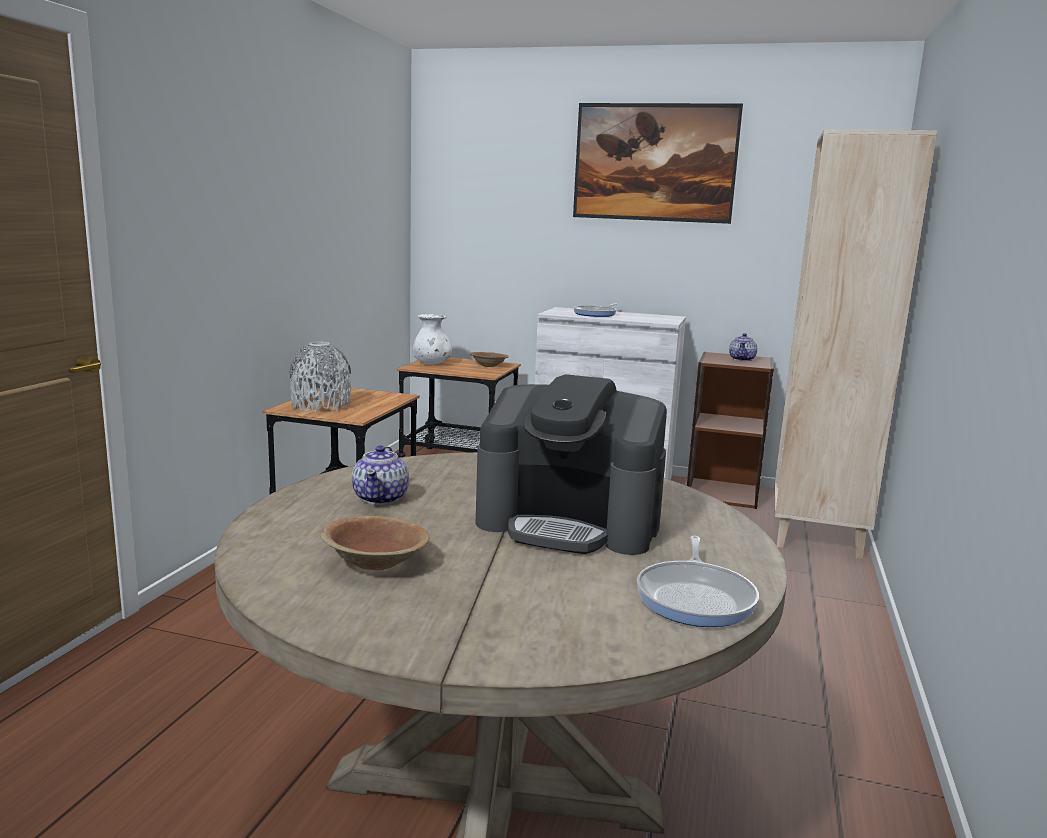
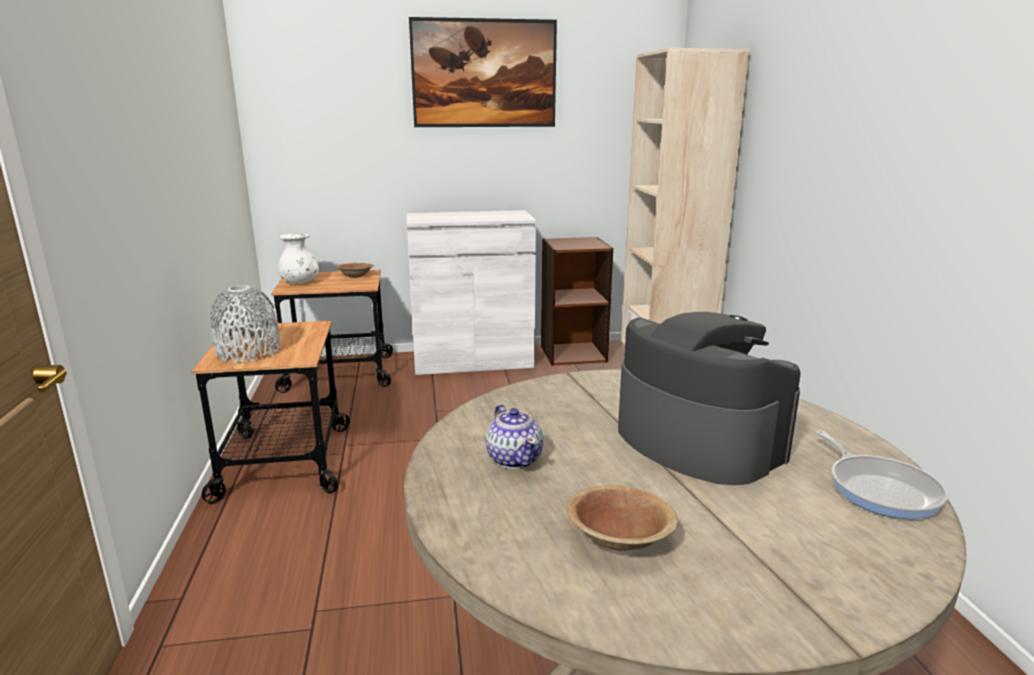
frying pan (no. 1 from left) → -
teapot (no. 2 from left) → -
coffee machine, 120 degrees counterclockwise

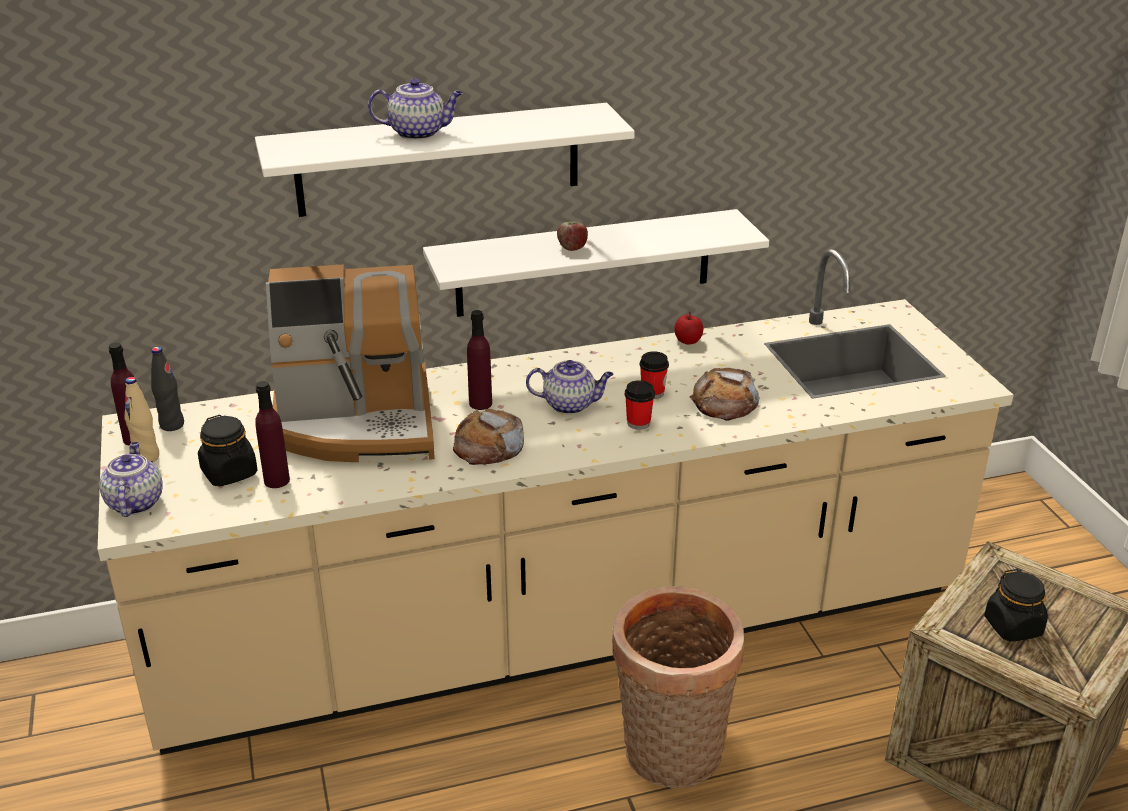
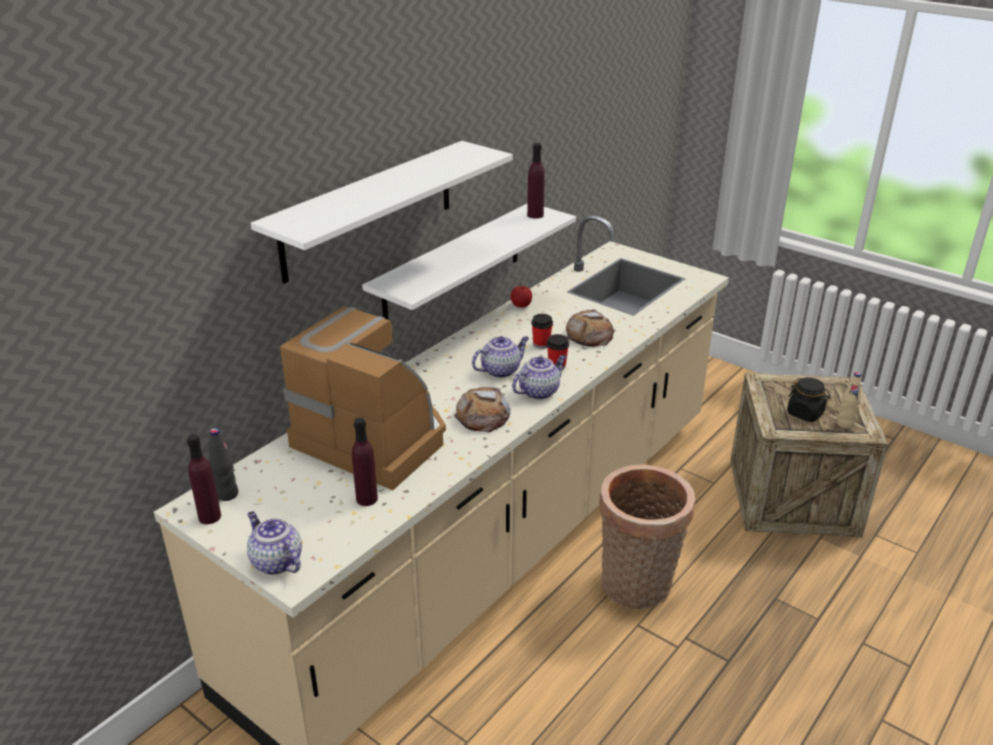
jar (black) (no. 1 from left) → -
apple (no. 1 from left) → -
bottle (beige), shifted
teapot (no. 2 from left in the first image) → teapot (no. 3 from left), shifted
bottle (purple) (no. 3 from left), shifted
coffee machine, 105 degrees counterclockwise

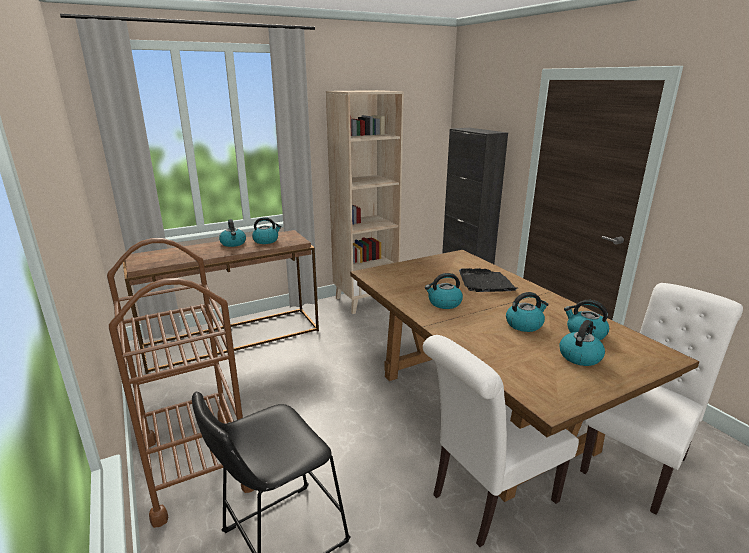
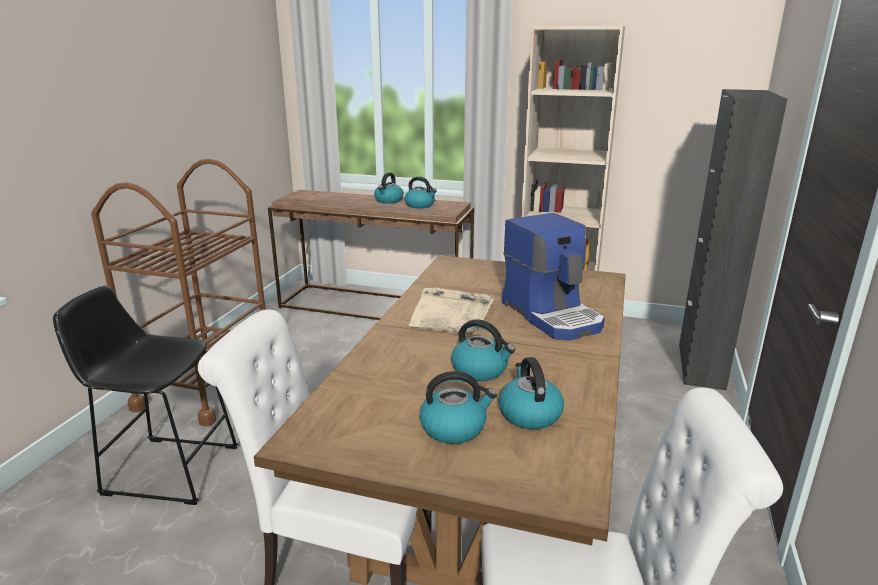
kettle (no. 3 from left) → tray (beige)
tray (black) → coffee machine

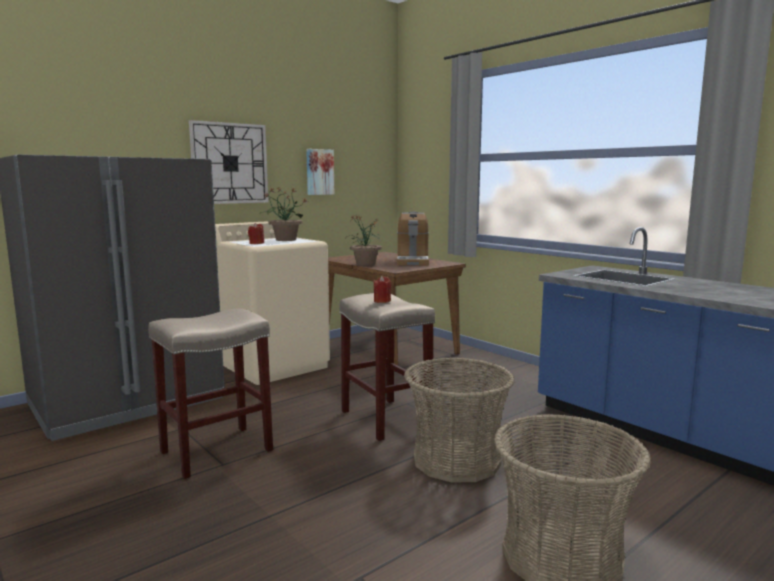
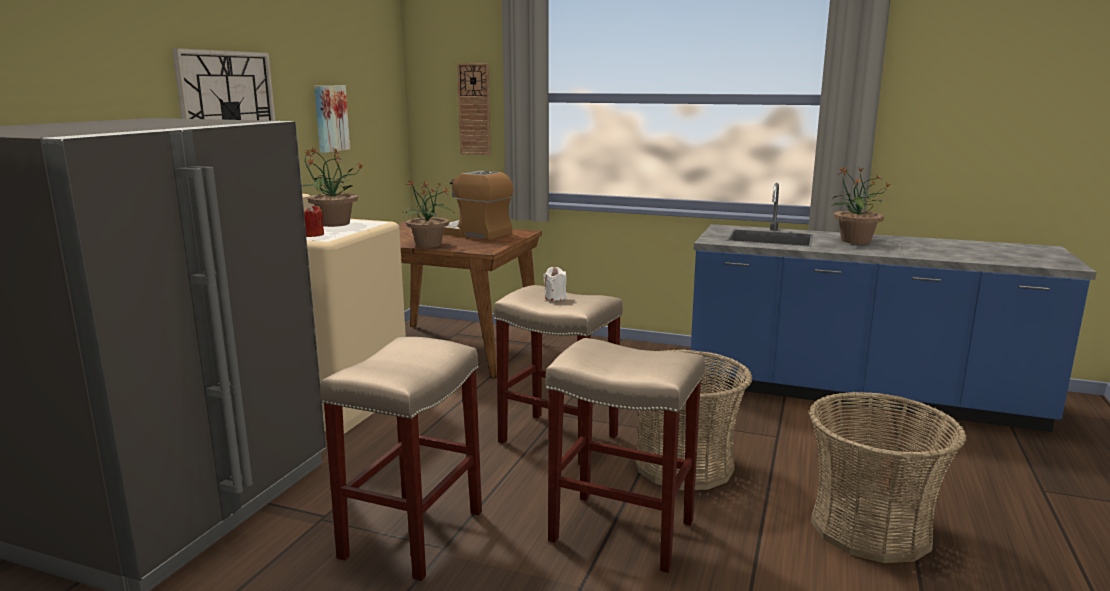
- → wall clock (no. 2 from left)
- → stool (beige) (no. 3 from left)
- → potted plant (no. 3 from left)
candle (red) (no. 2 from left) → candle (white)
coffee machine, 150 degrees clockwise

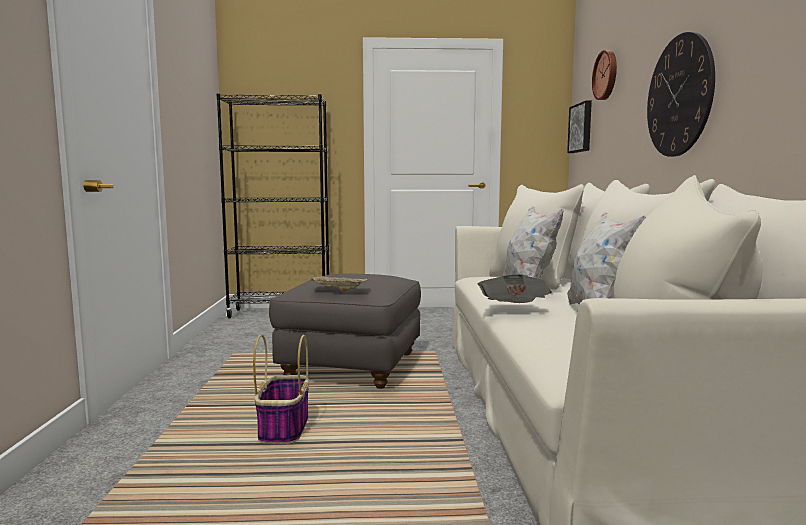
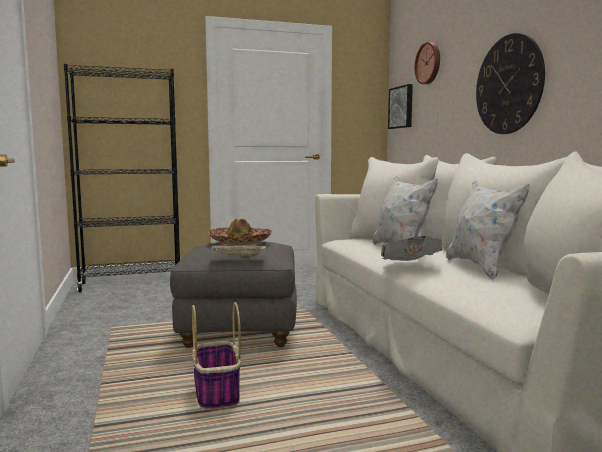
- → hat

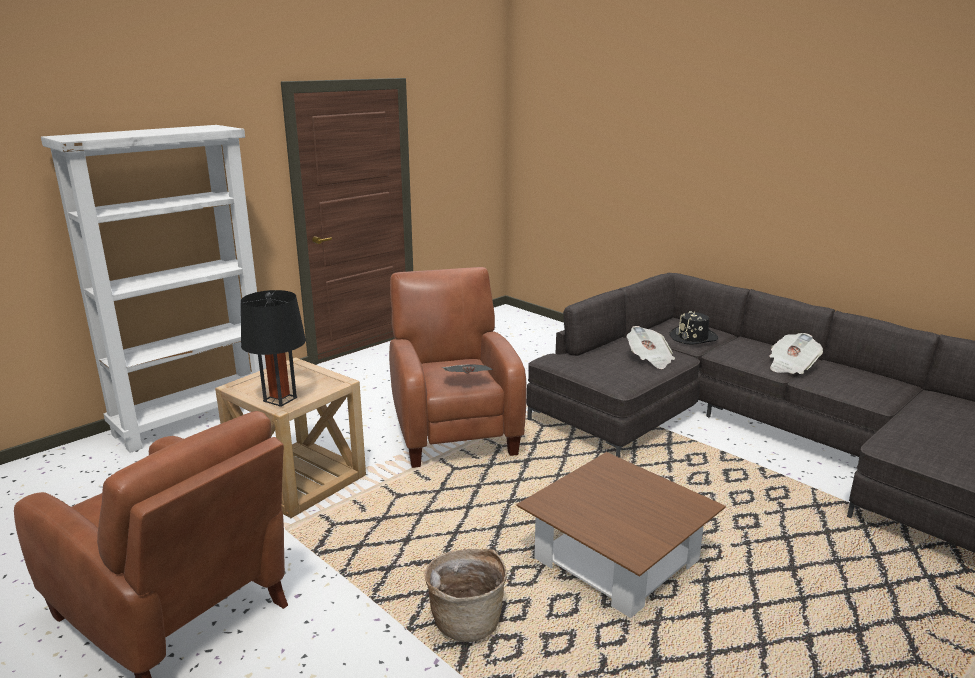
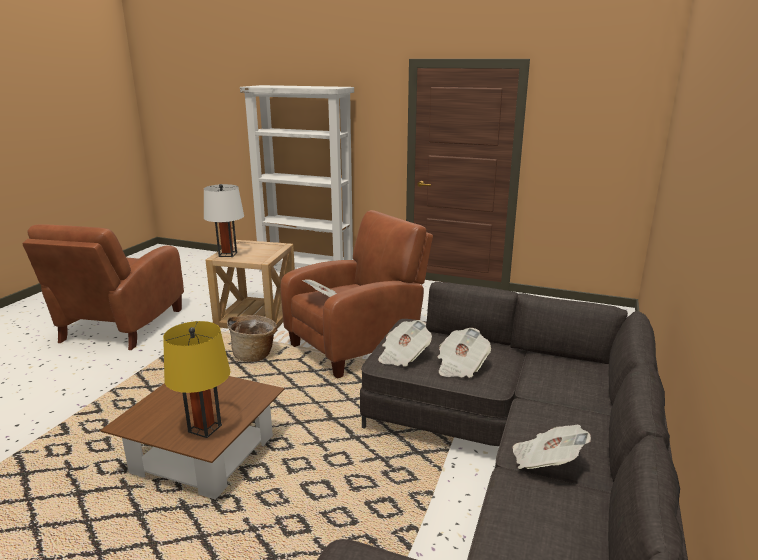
hat (black) → -
- → table lamp (yellow)
- → newspaper (no. 2 from left)
basket, shifted
table lamp (black) → table lamp (white)

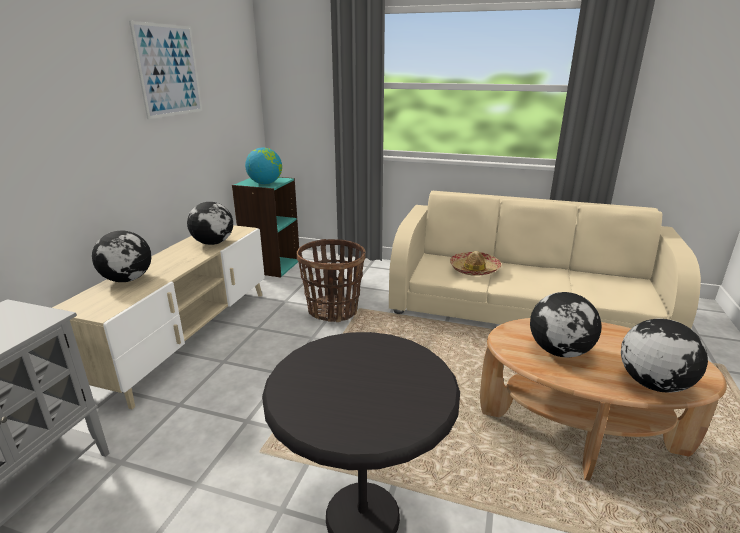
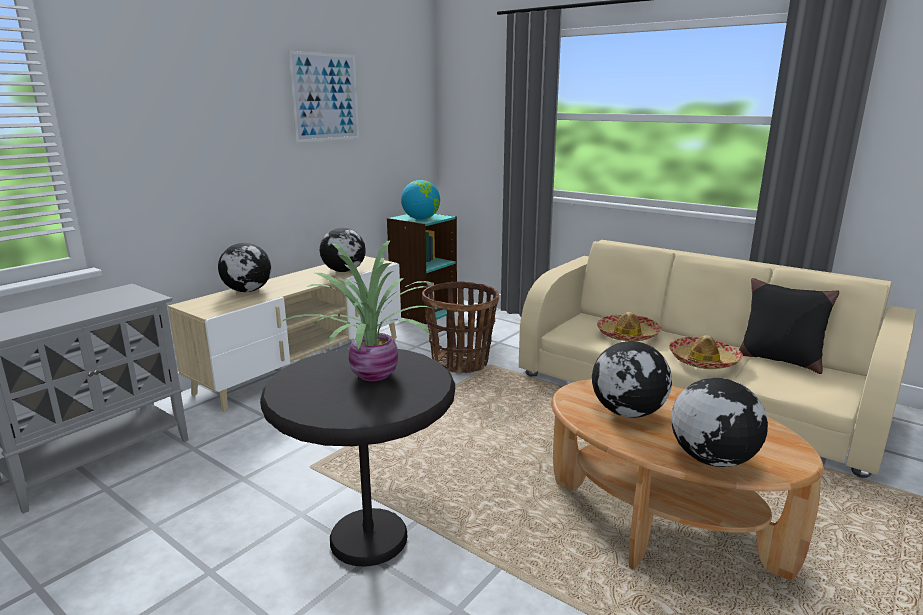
- → potted plant
- → hat (no. 2 from left)
- → pillow (black)

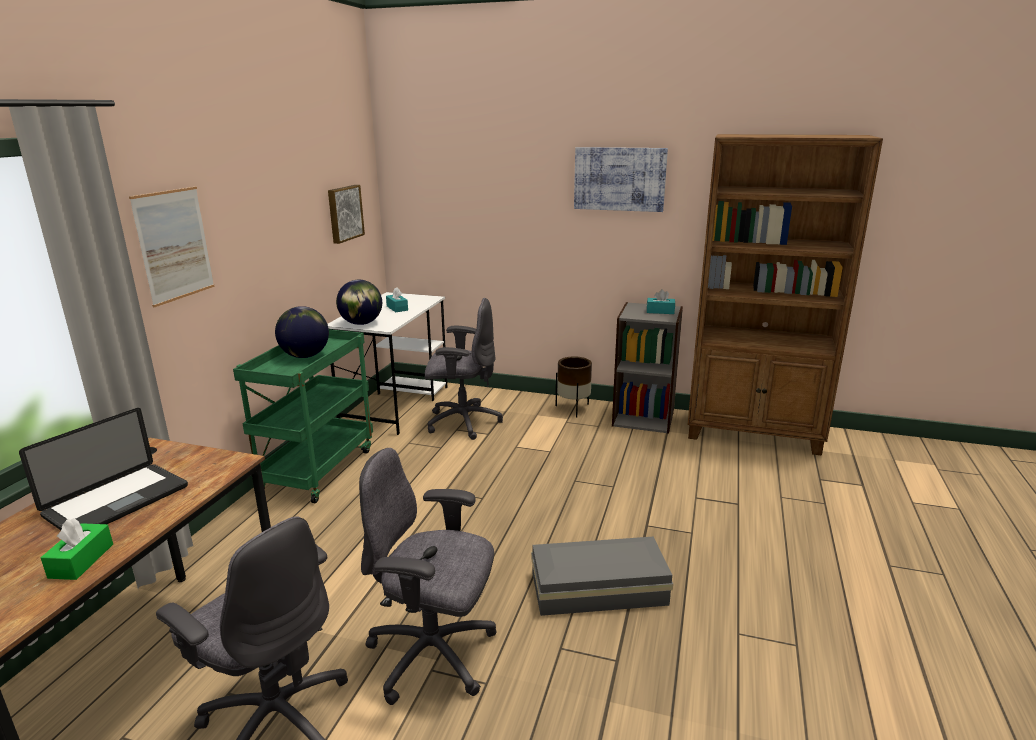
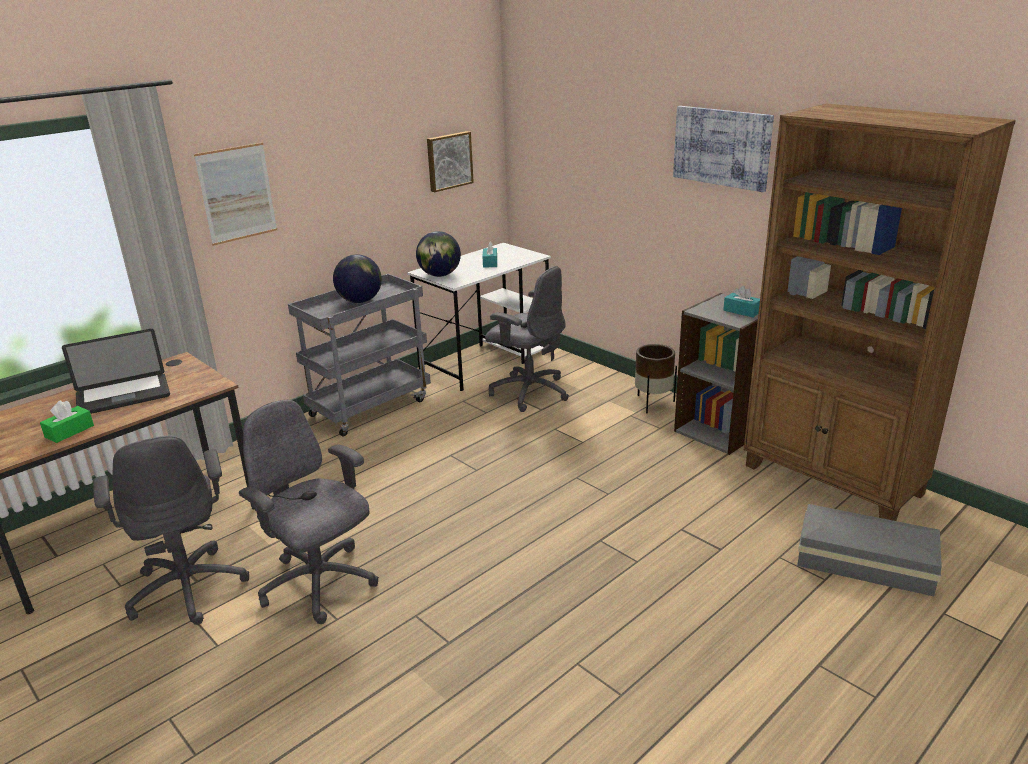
storage box (grey), shifted
cart (green) → cart (grey)

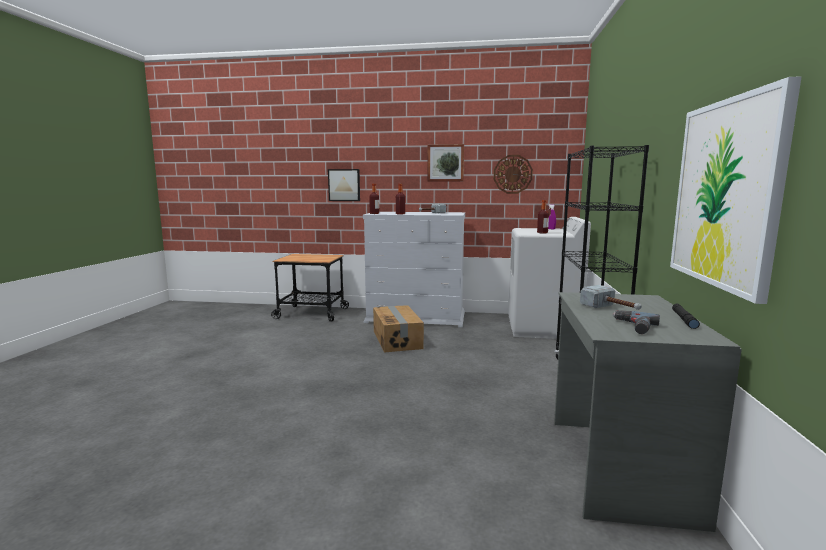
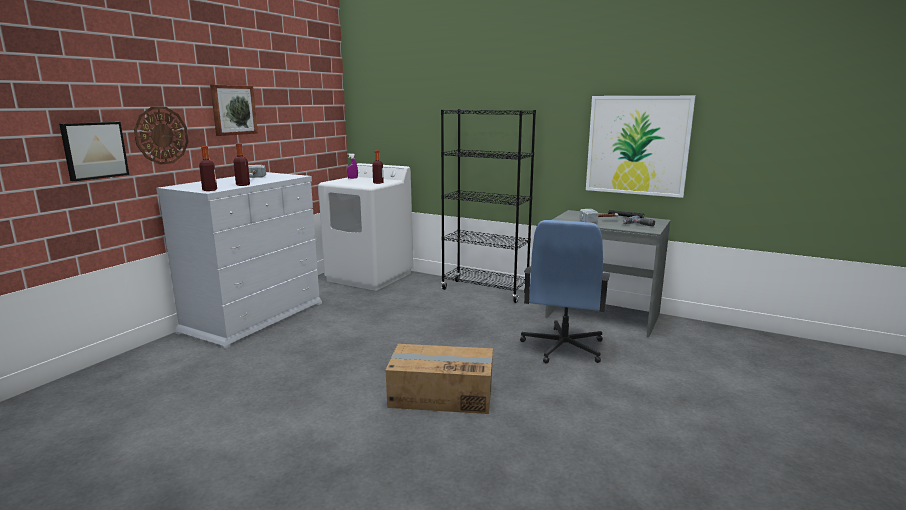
cart → -
- → office chair (blue)
cardboard box, shifted
wall clock, shifted

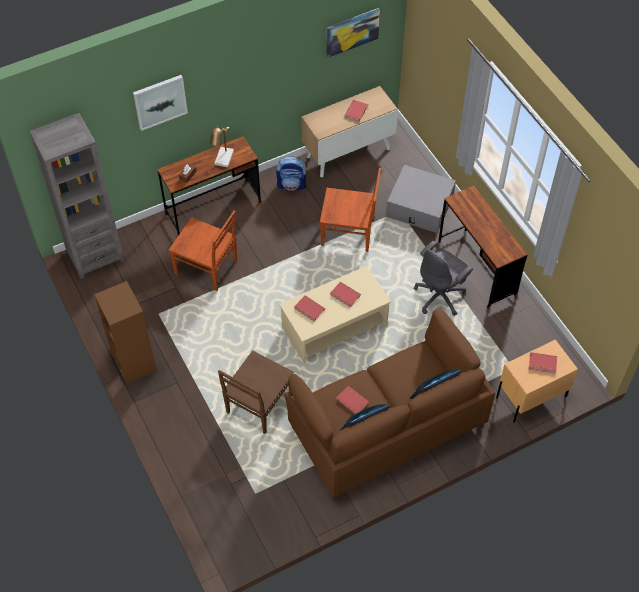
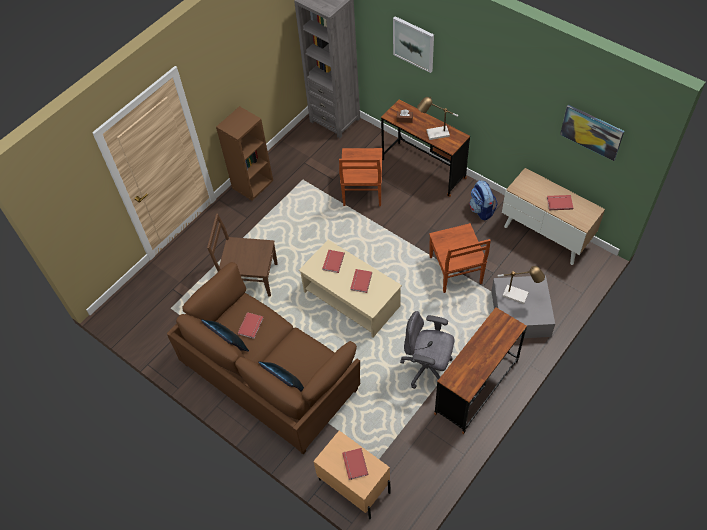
- → table lamp (no. 2 from left)

